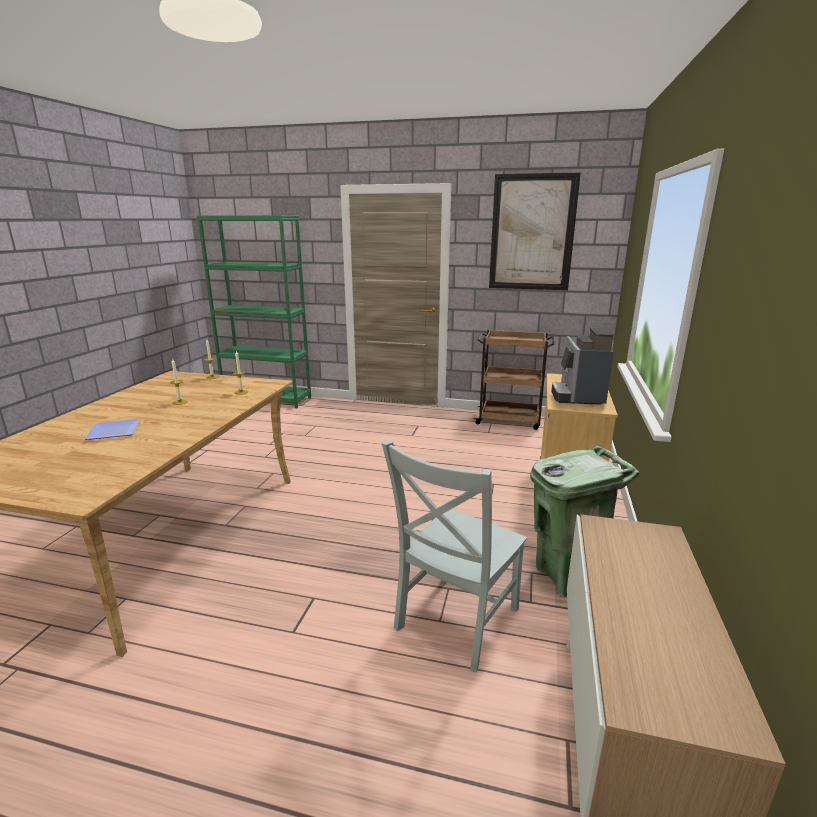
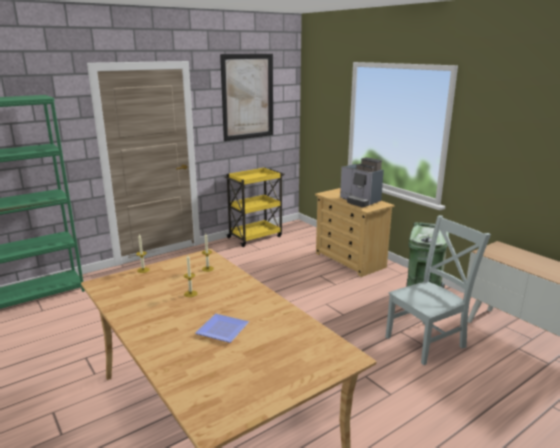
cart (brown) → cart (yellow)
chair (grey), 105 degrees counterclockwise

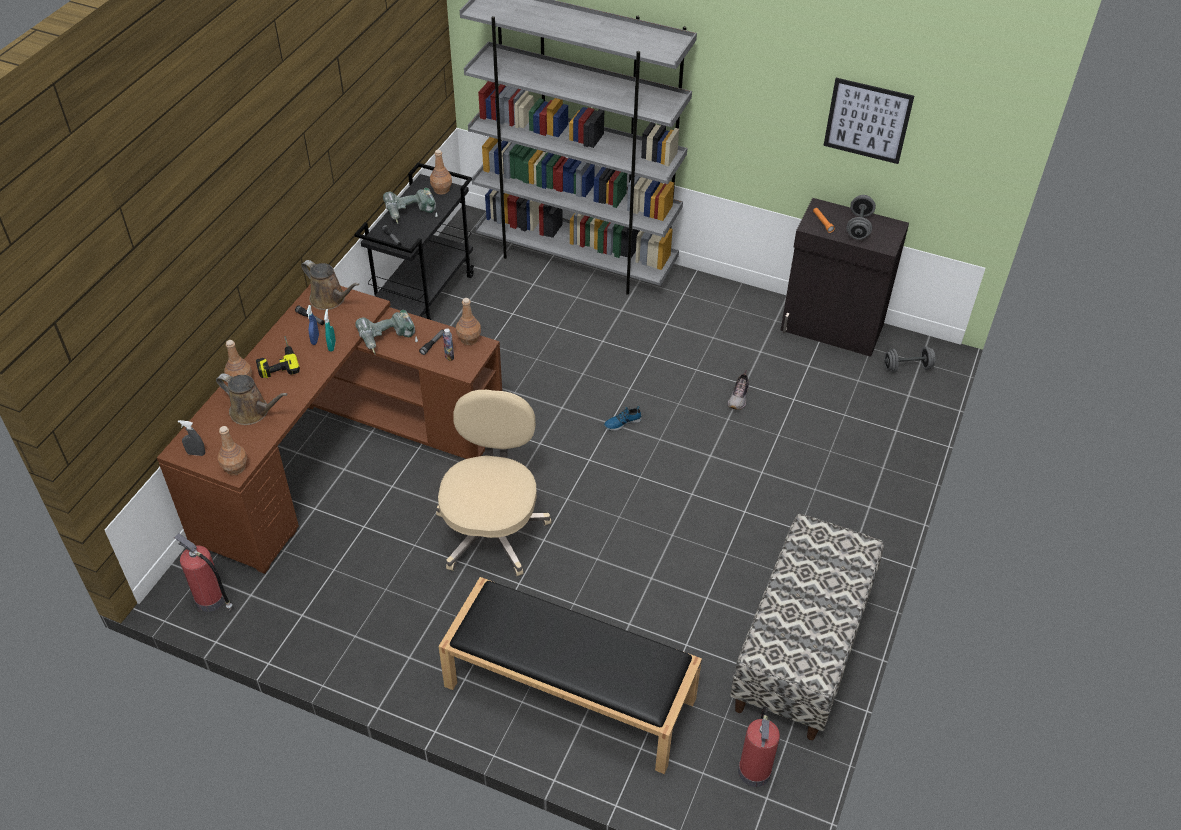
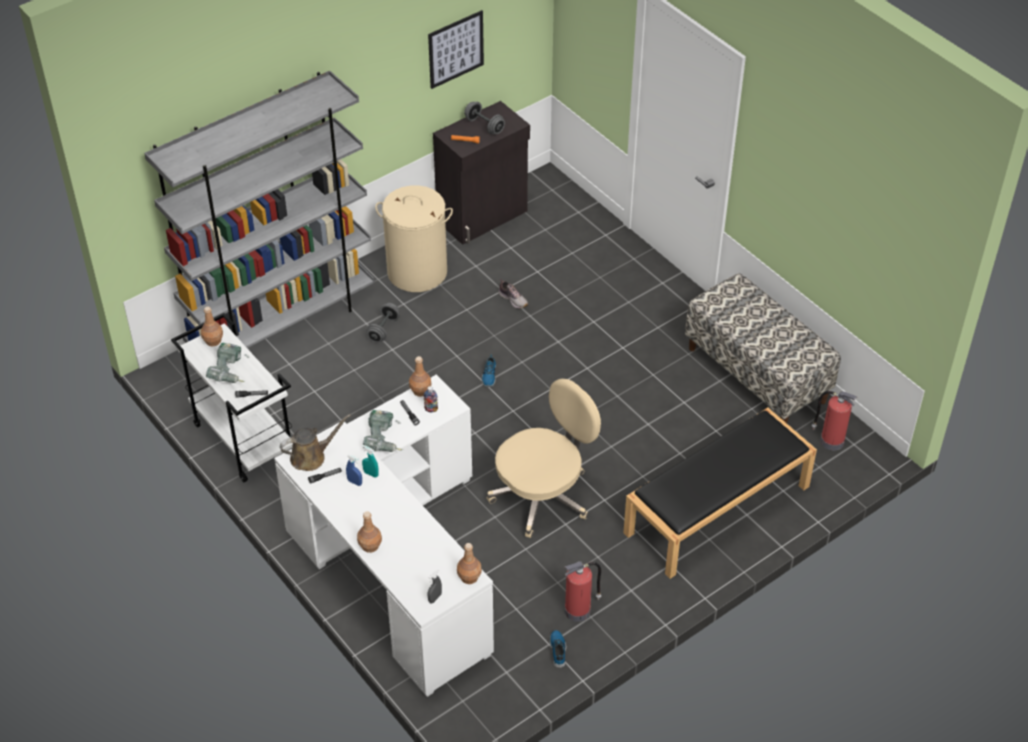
watering can (brown) (no. 1 from left) → -
power drill (no. 1 from left) → -
- → laundry basket (beige)
- → shoe (no. 3 from left)
fire extinguisher (no. 1 from left), shifted
dumbbell (grey) (no. 2 from left in the first image) → dumbbell (grey) (no. 1 from left), shifted
desk (brown) → desk (white)
cart (black) → cart (white)
office chair (beige), 105 degrees clockwise

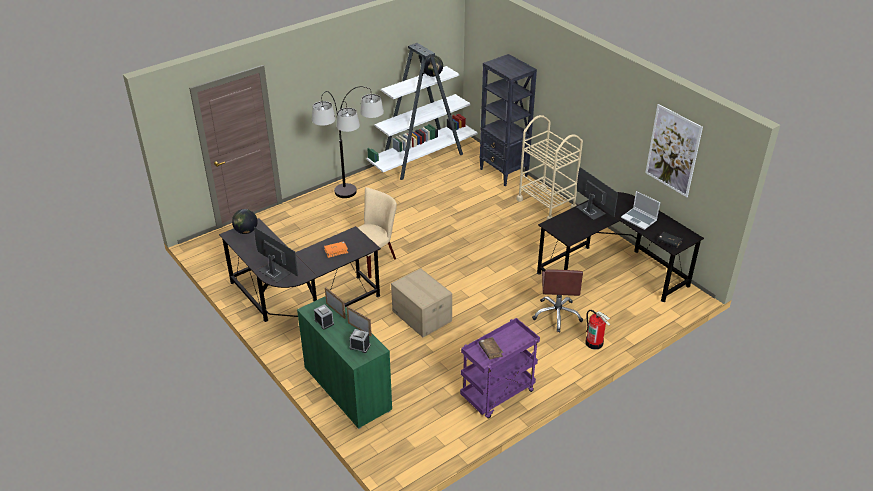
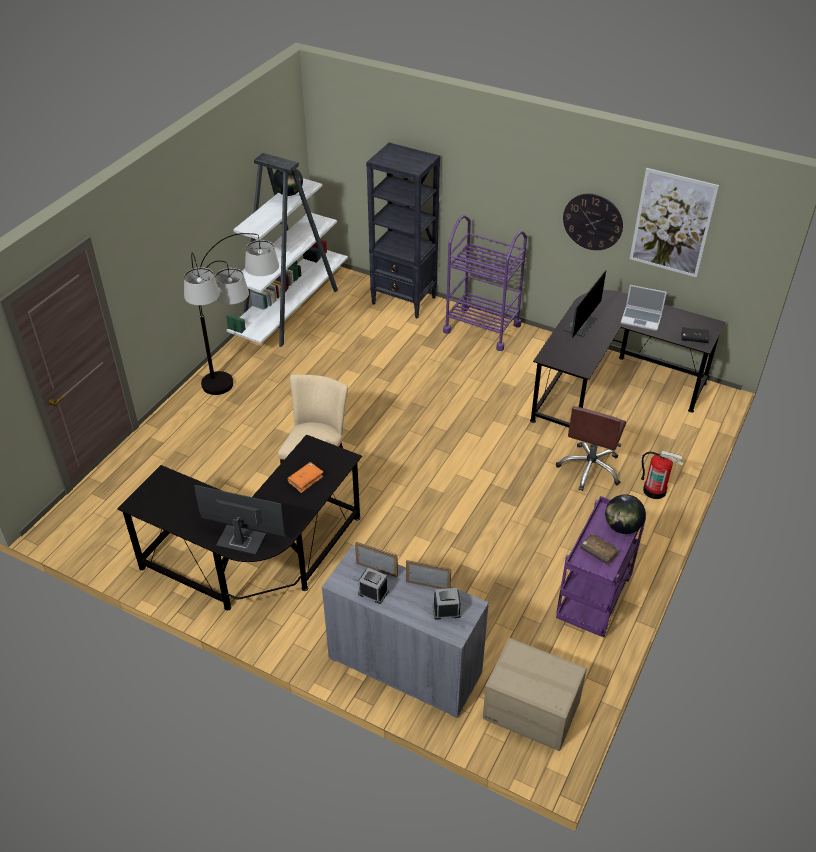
- → wall clock
globe (no. 1 from left in the first image) → globe (no. 2 from left), shifted
cardboard box, shifted
cabinet (green) → cabinet (grey)
cart (beige) → cart (purple) (no. 1 from left)
office chair (brown), 45 degrees clockwise
monitor (no. 2 from left), 90 degrees clockwise

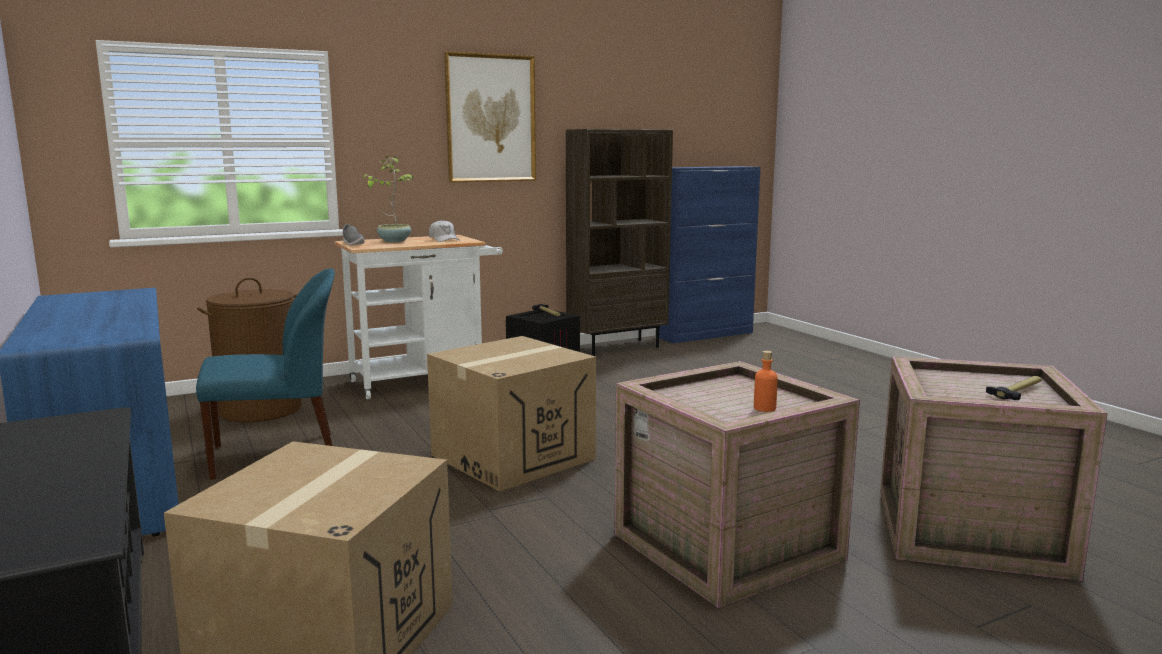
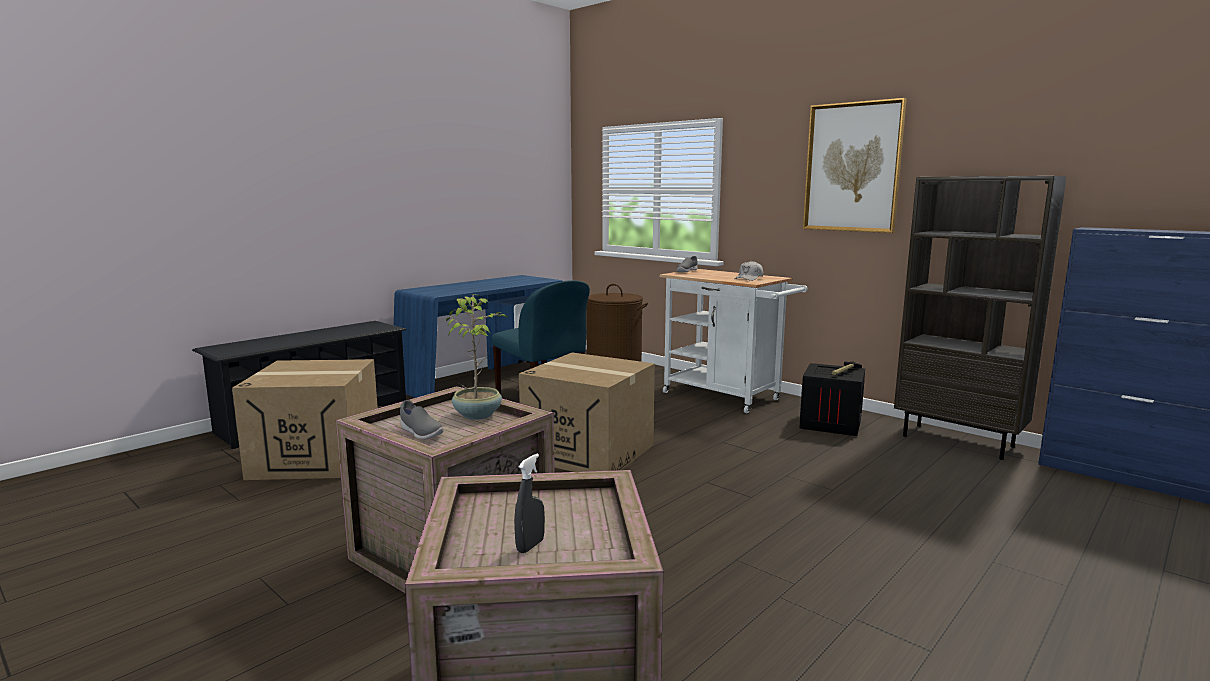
potted plant, shifted
bottle (orange) → shoe (grey) (no. 1 from left)
hammer (no. 2 from left) → spray bottle (grey)

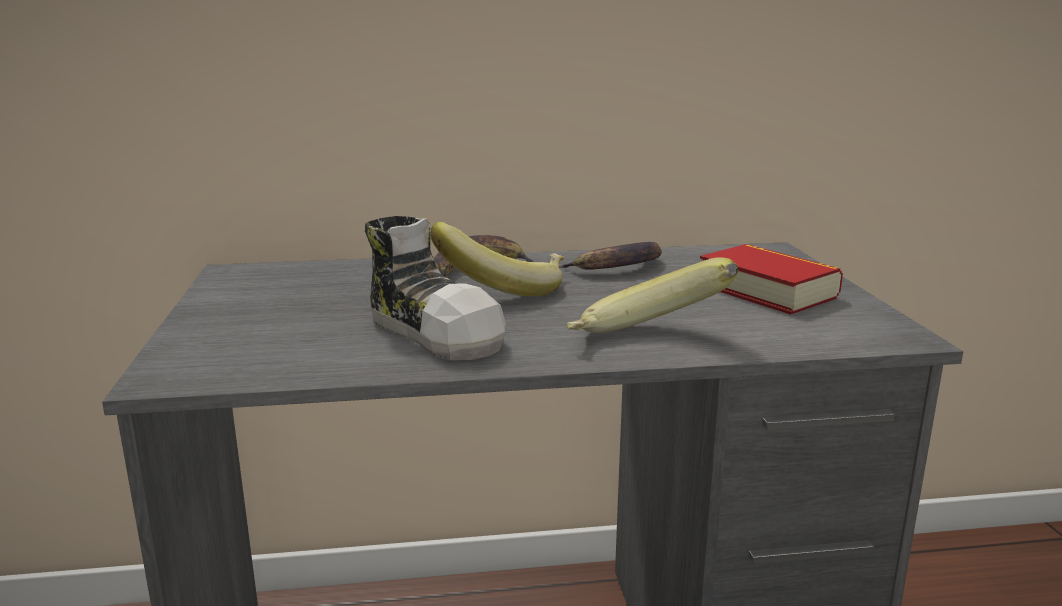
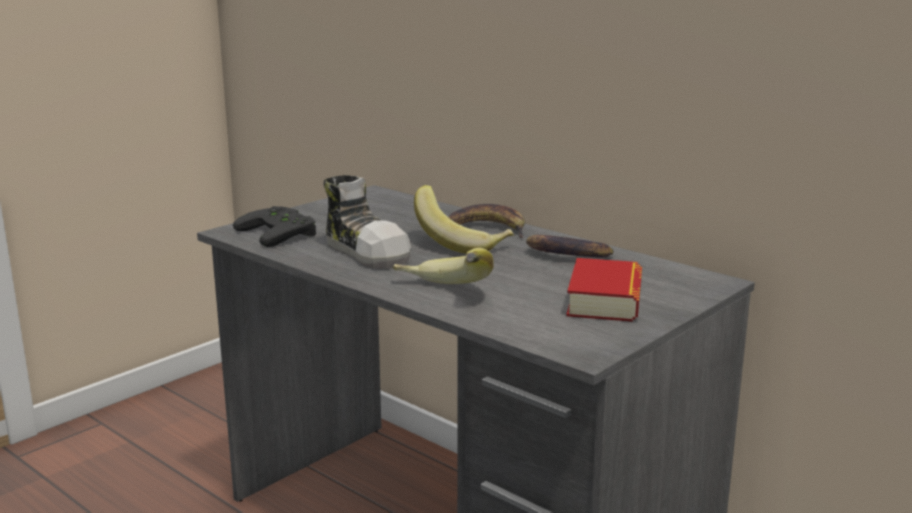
- → game controller (black)
shoe, 45 degrees counterclockwise

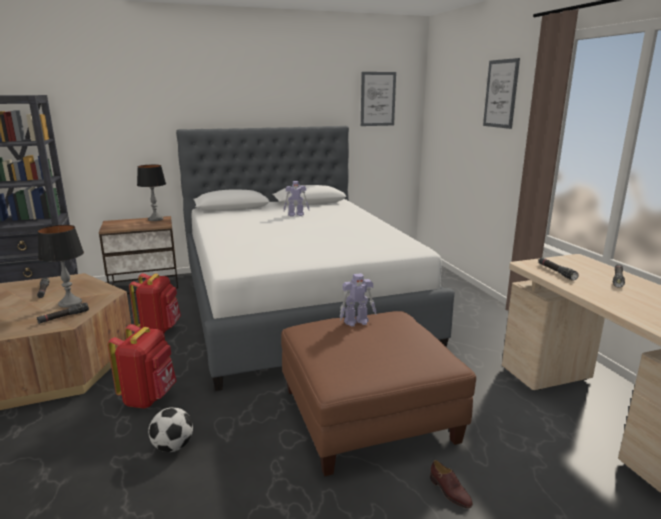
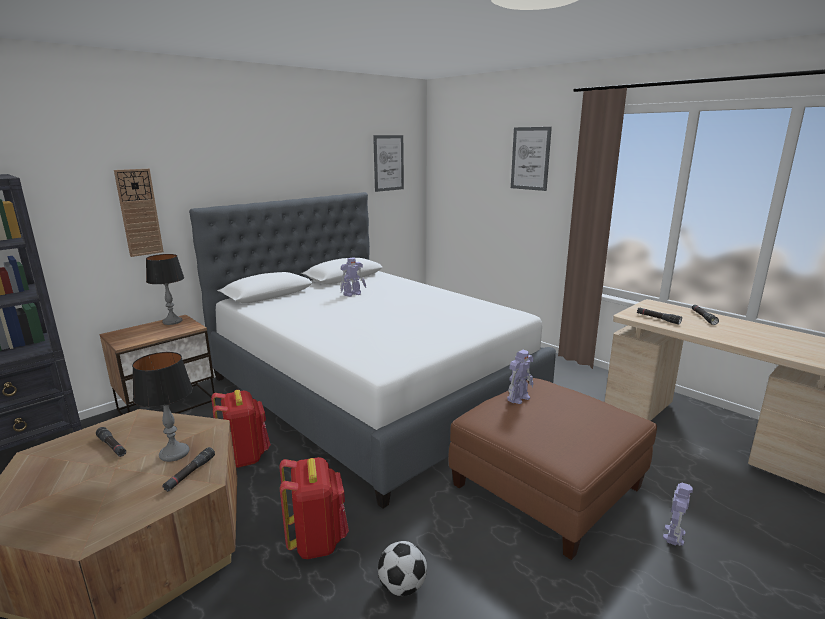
- → wall clock
shoe (brown) → toy robot (no. 3 from left)

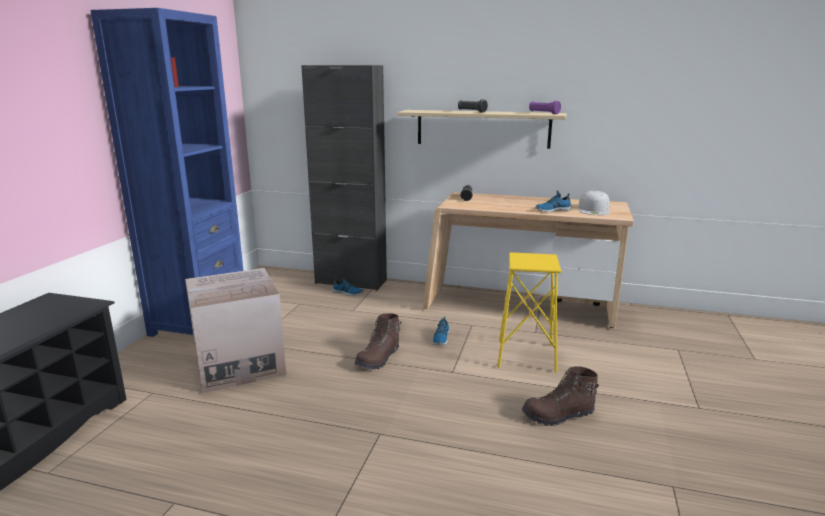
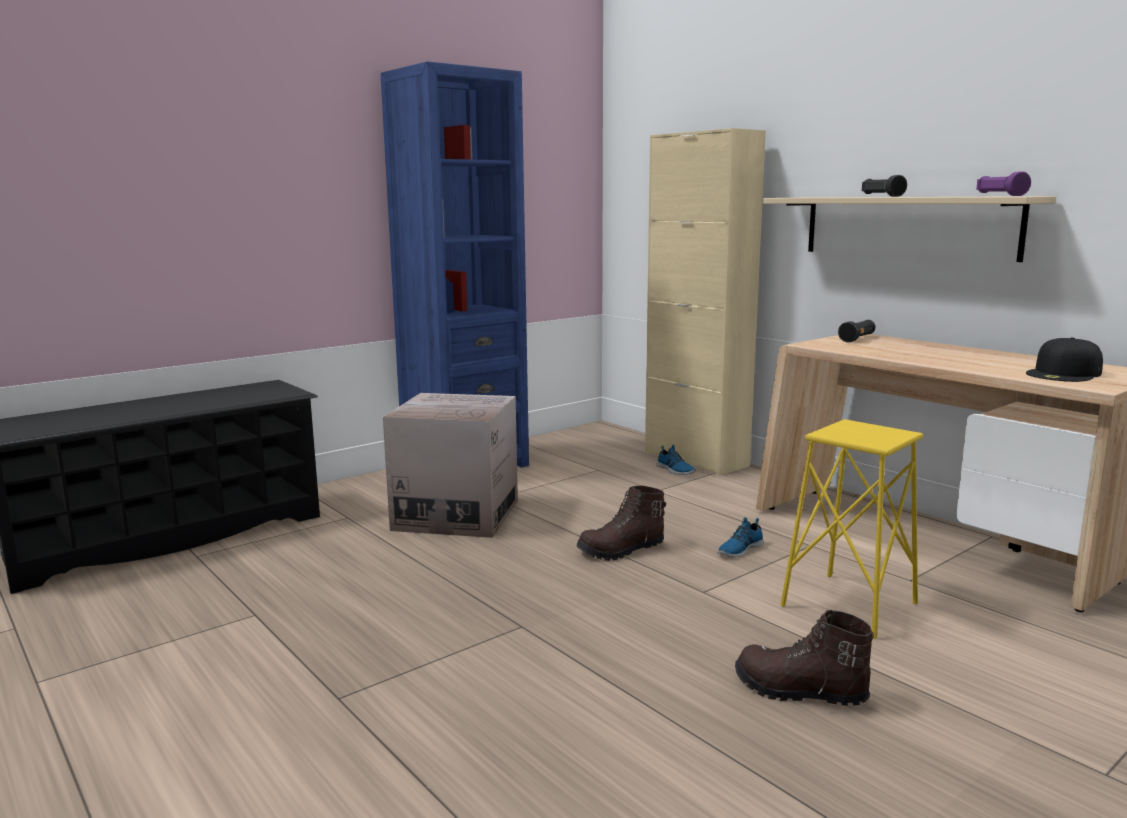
shoe (no. 3 from left) → -
cabinet (black) → cabinet (beige)
cap (white) → cap (black)

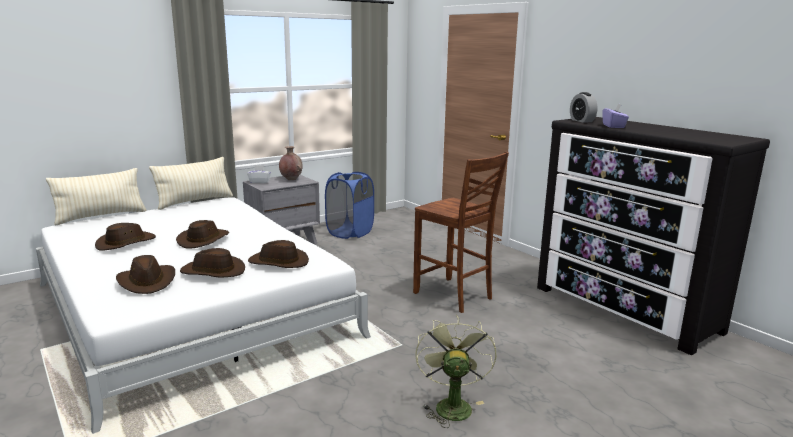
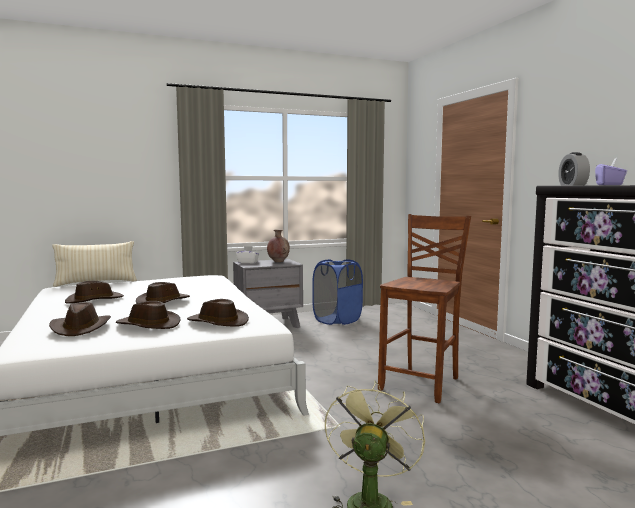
pillow (beige) (no. 2 from left) → -
chair (brown), 120 degrees counterclockwise

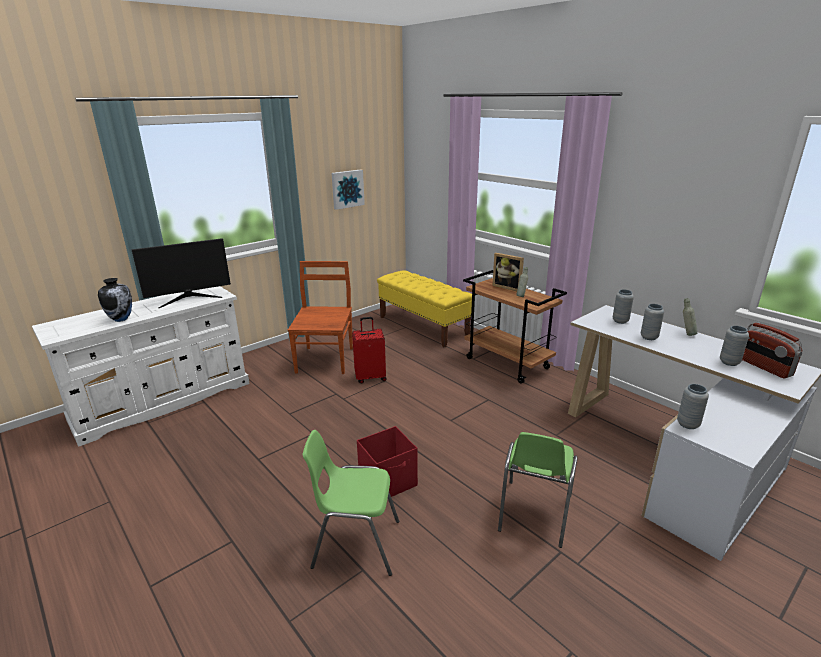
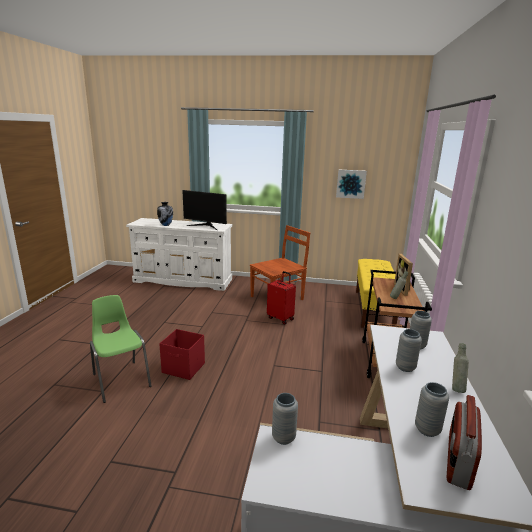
chair (green) (no. 2 from left) → -

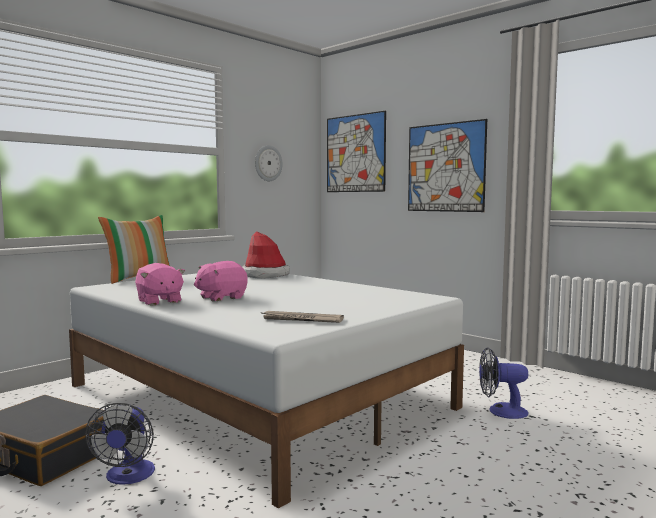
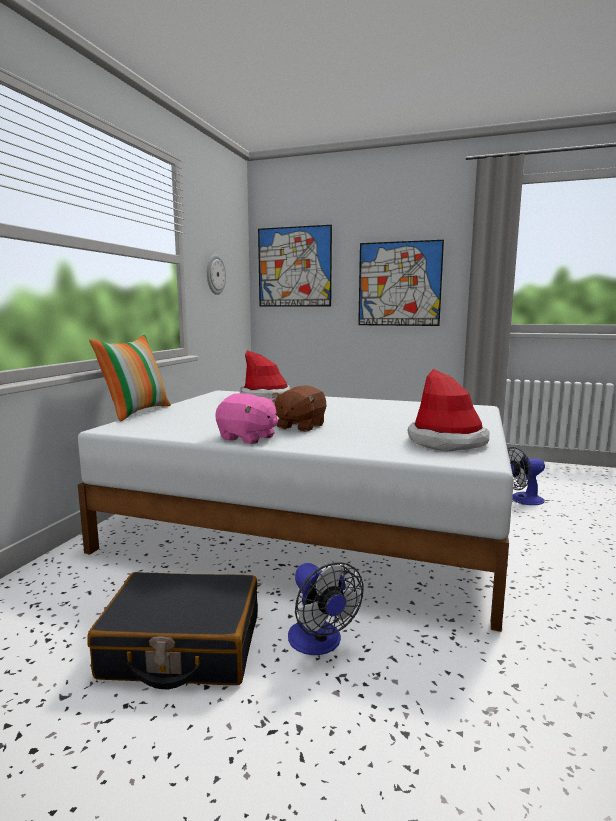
newspaper → hat (no. 2 from left)
plush toy (pink) (no. 2 from left) → plush toy (brown)

